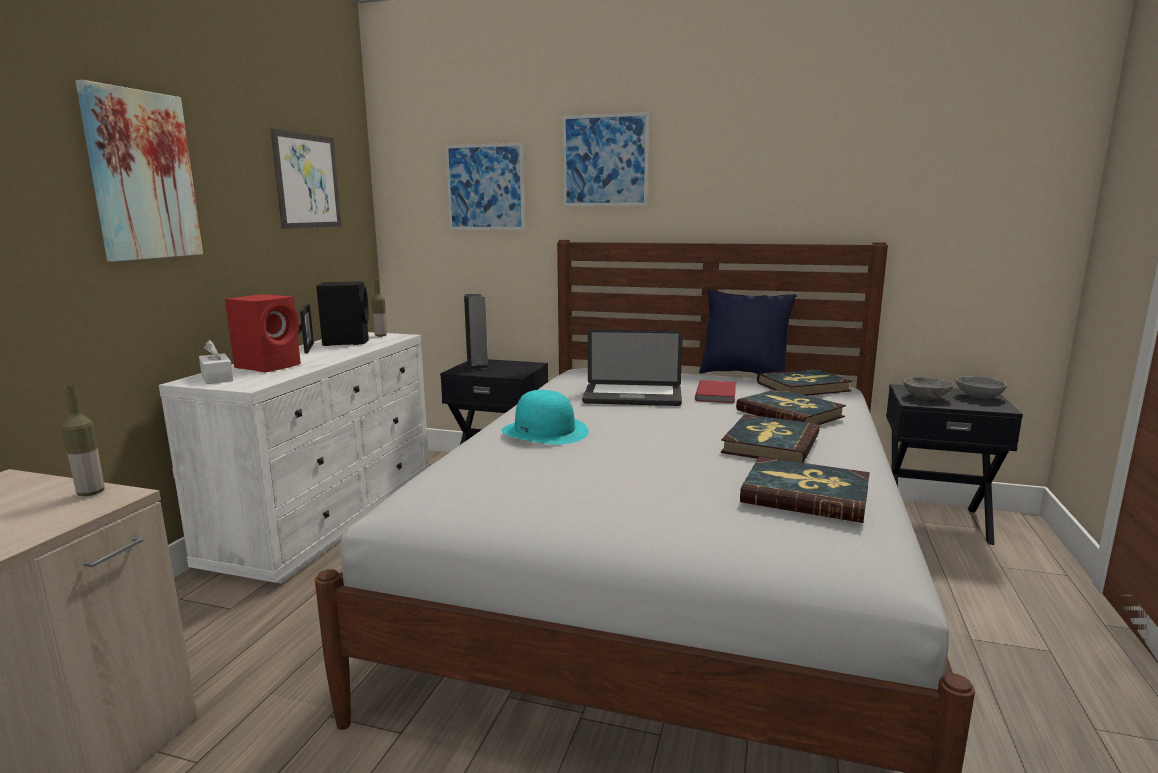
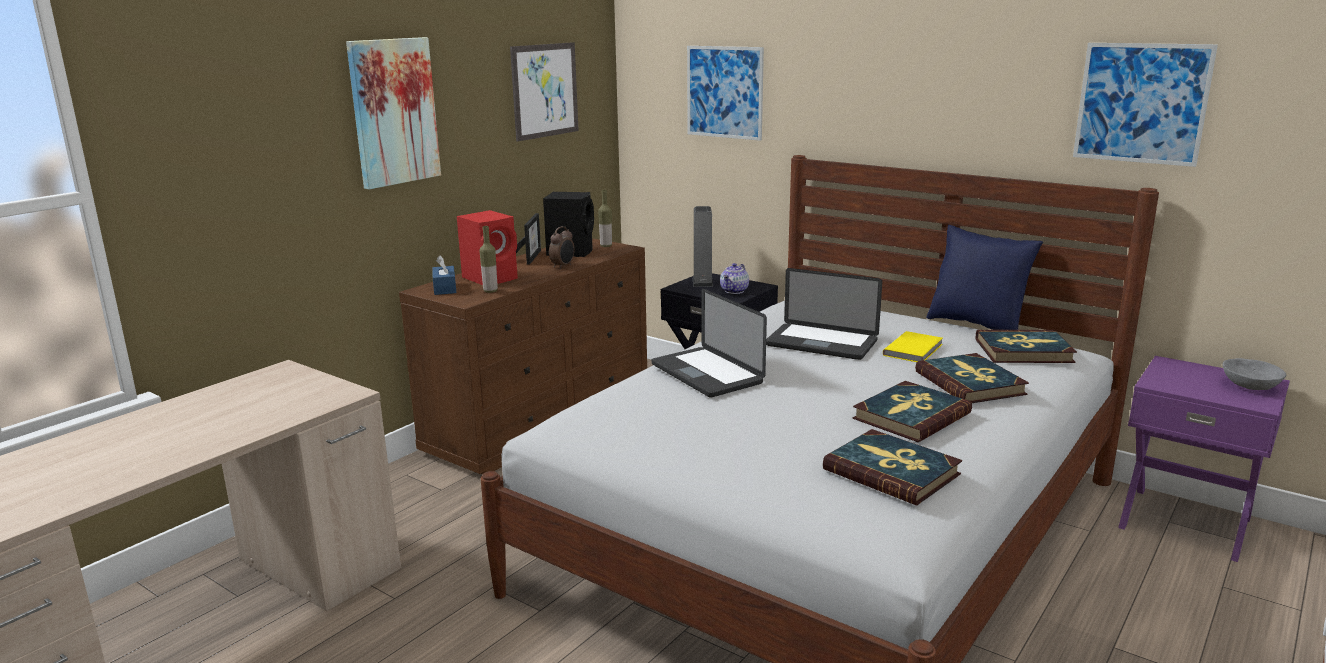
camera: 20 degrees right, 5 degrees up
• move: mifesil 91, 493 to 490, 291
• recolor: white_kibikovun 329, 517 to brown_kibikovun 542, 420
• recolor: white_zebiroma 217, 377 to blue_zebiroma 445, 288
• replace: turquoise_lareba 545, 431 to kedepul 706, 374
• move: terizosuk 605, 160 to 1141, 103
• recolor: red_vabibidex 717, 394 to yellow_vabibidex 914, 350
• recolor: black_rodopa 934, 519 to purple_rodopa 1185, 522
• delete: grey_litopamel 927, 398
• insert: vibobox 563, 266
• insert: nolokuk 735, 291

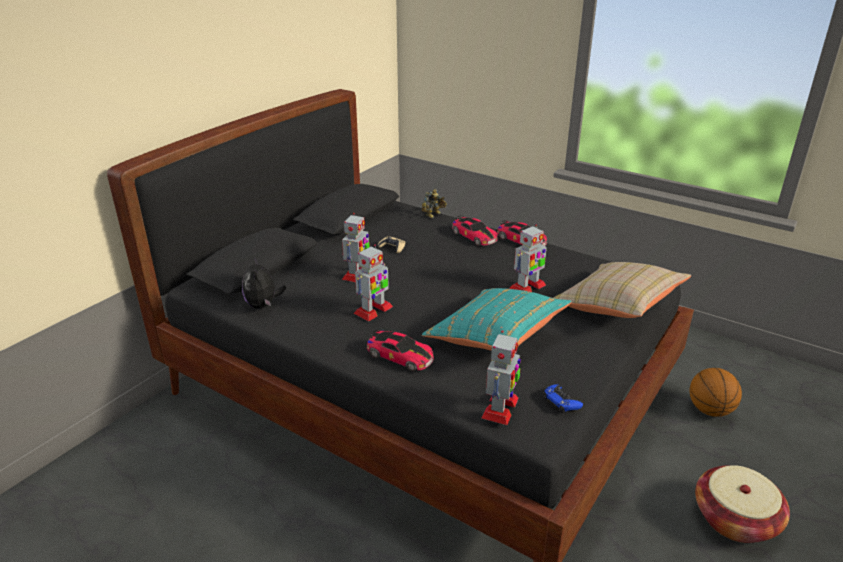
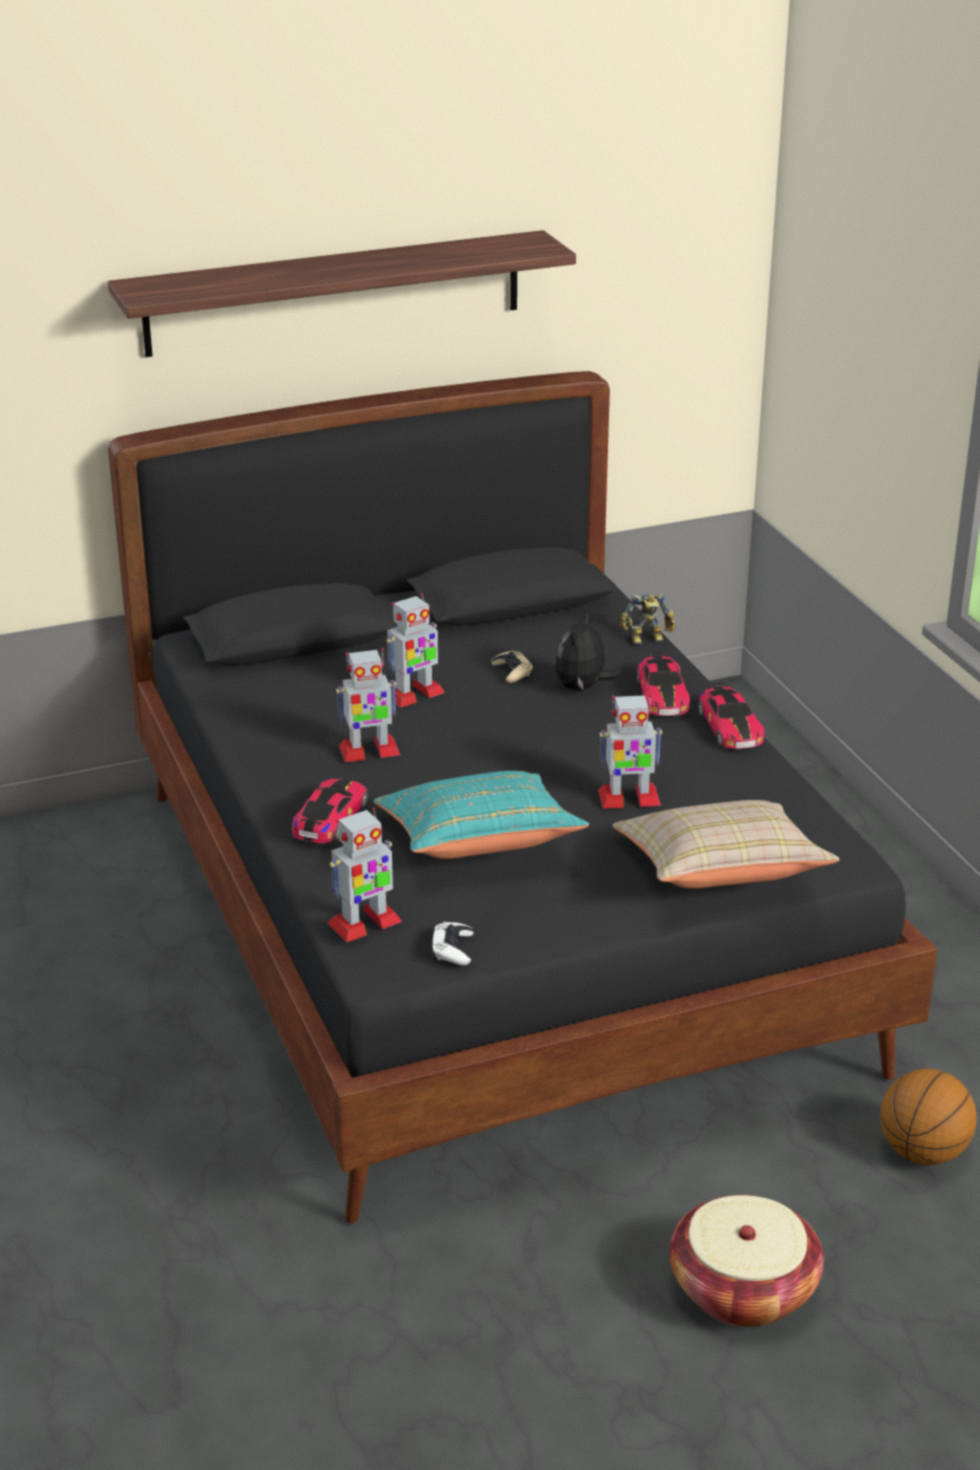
camera: 35 degrees right, 0 degrees up
• move: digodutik 263, 305 to 582, 688
• rotate: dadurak 400, 356 = 330, 819 135 degrees counterclockwise
• recolor: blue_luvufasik 561, 402 to white_luvufasik 452, 949
• insert: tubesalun 334, 293

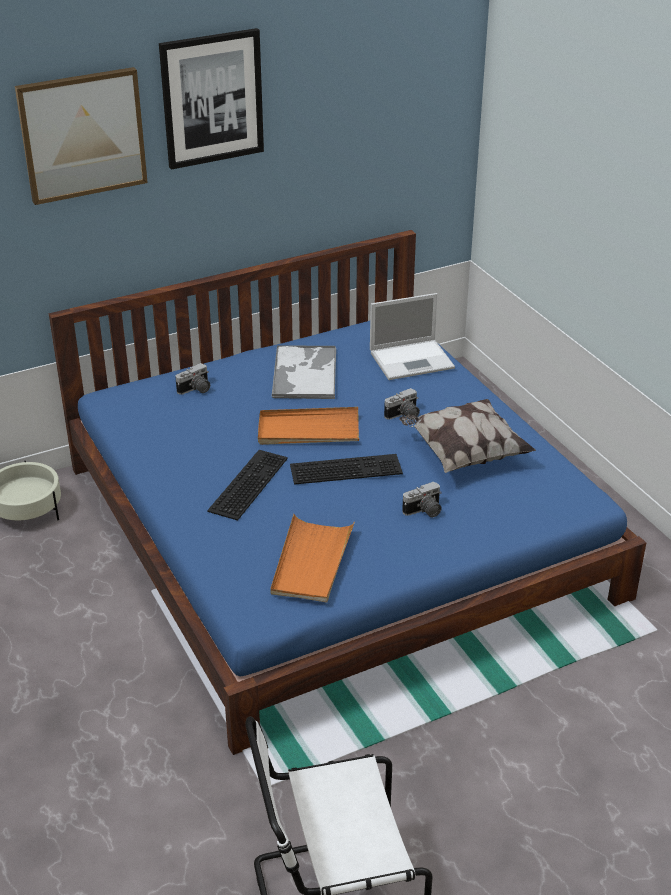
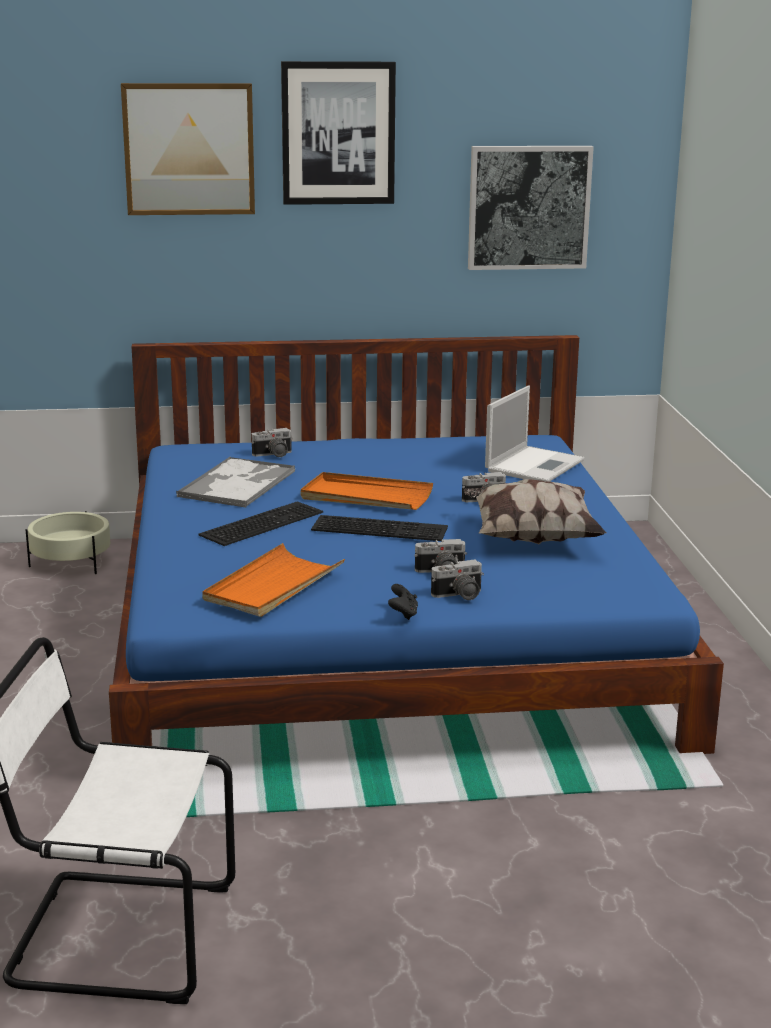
camera: 20 degrees right, 15 degrees down
• move: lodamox 305, 373 to 238, 483
• rotate: kedepul 413, 359 = 535, 465 60 degrees counterclockwise
• insert: black_luvufasik 403, 614
• insert: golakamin 459, 596
• insert: terizosuk 528, 207

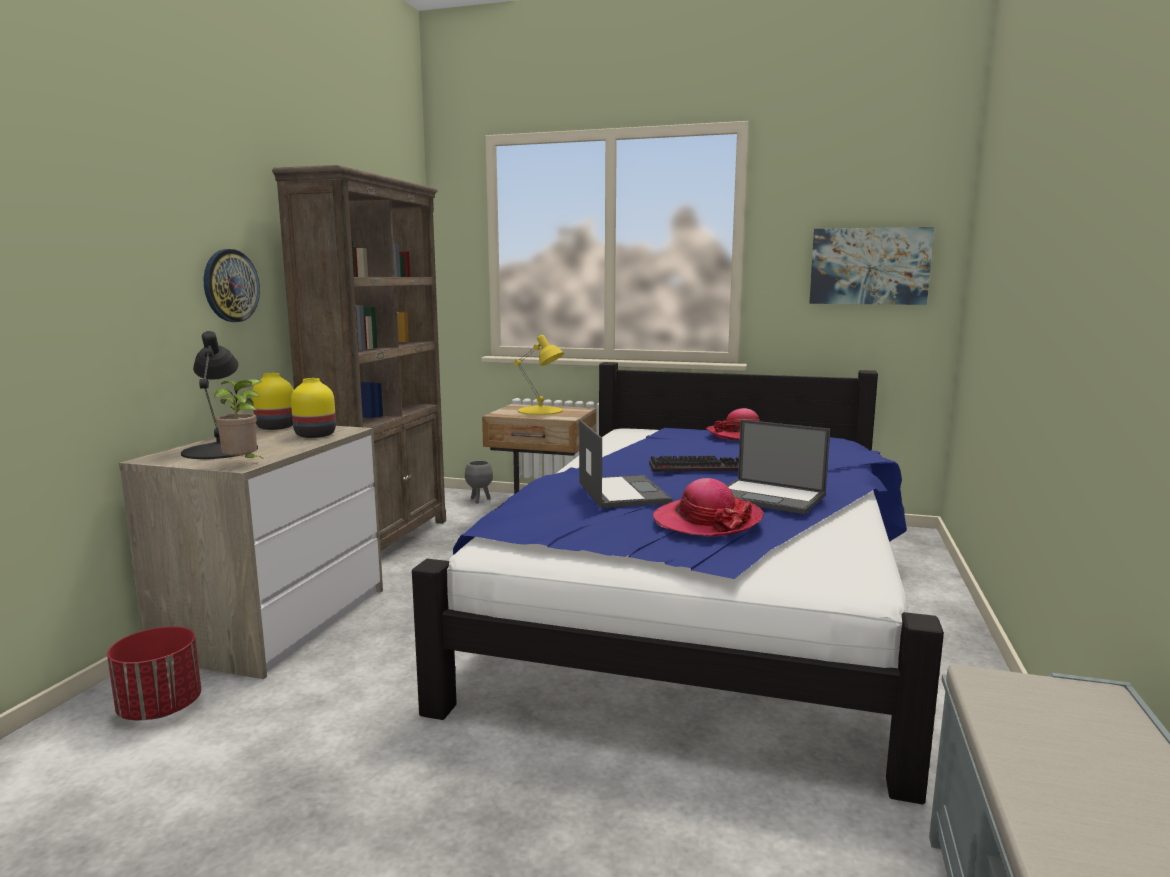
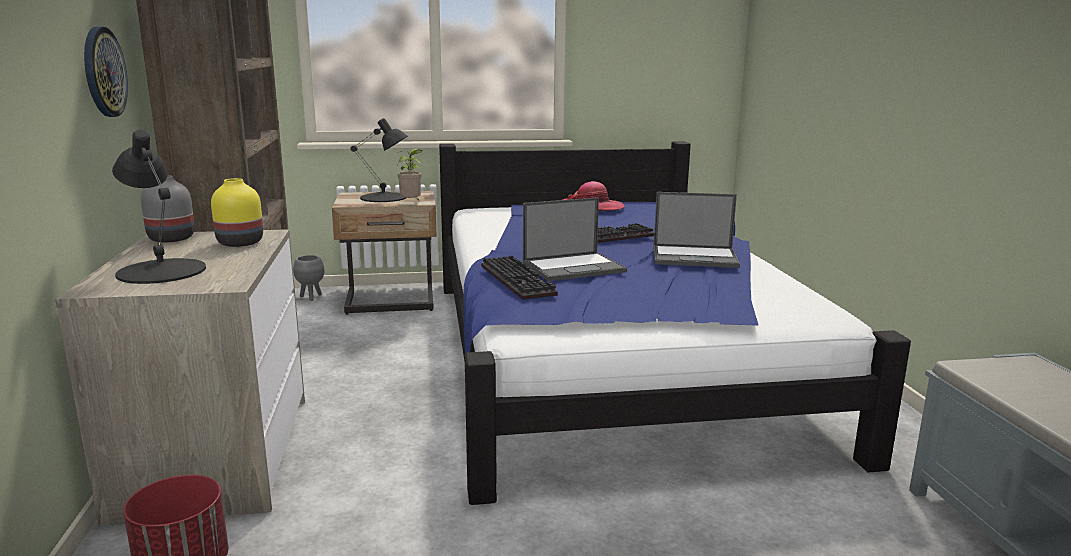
camera: 25 degrees left, 5 degrees up
• move: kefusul 243, 464 to 412, 203
• recolor: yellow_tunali 276, 427 to grey_tunali 172, 239
• recolor: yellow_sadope 540, 411 to black_sadope 384, 197
• rotate: kedepul 622, 492 = 574, 267 105 degrees clockwise
• delete: lareba 706, 521
• delete: terizosuk 869, 266
• insert: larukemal 520, 280

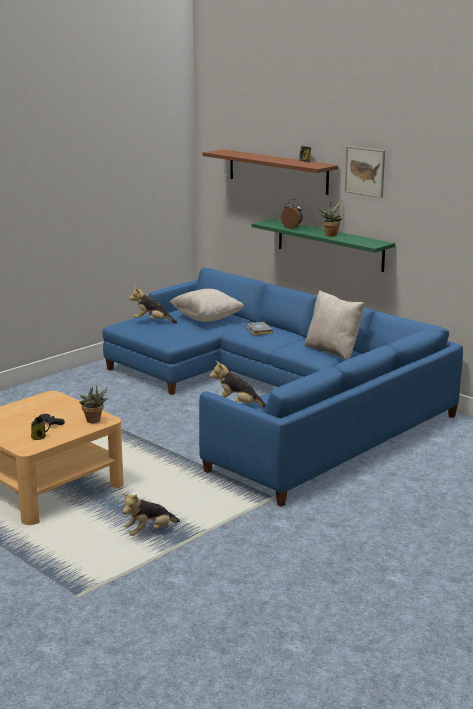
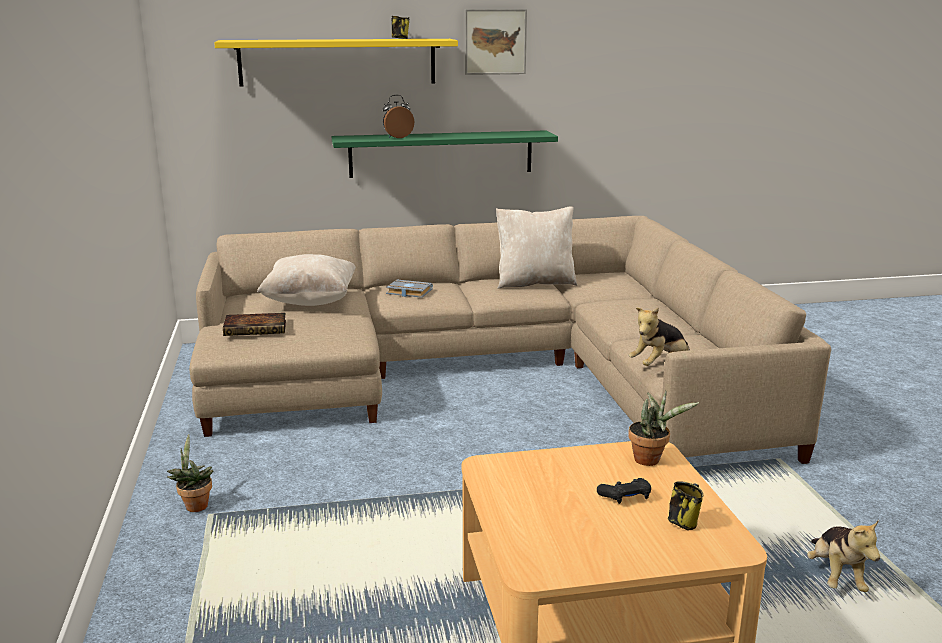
camera: 55 degrees left, 0 degrees up
• recolor: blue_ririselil 275, 400 to beige_ririselil 489, 373
• replace: digodutik 152, 321 to vabibidex 257, 328
• recolor: brown_tubesalun 277, 171 to yellow_tubesalun 338, 62
• move: kefusul 331, 235 to 195, 505

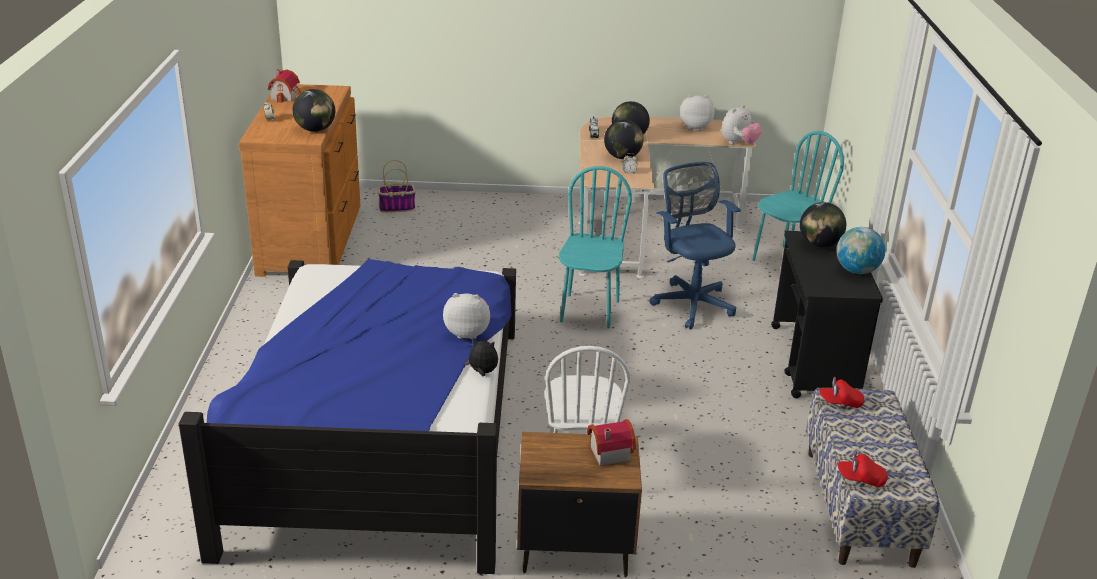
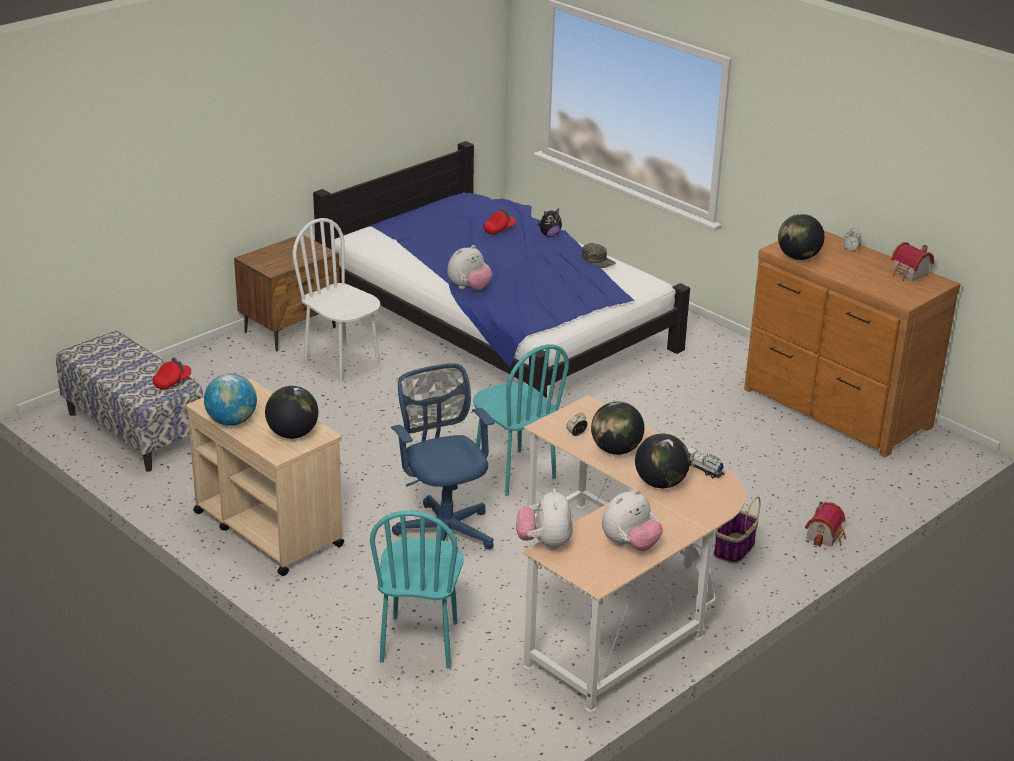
camera: 135 degrees right, 0 degrees up
• move: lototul 397, 207 to 734, 549
• move: digodutik 482, 372 to 549, 235
• move: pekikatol 607, 452 to 826, 536
• rotate: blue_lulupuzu 691, 302 = 444, 531 135 degrees counterclockwise
• recolor: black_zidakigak 814, 362 to beige_zidakigak 267, 528
• move: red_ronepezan 860, 479 to 499, 229
• insert: green_ronepezan 598, 260

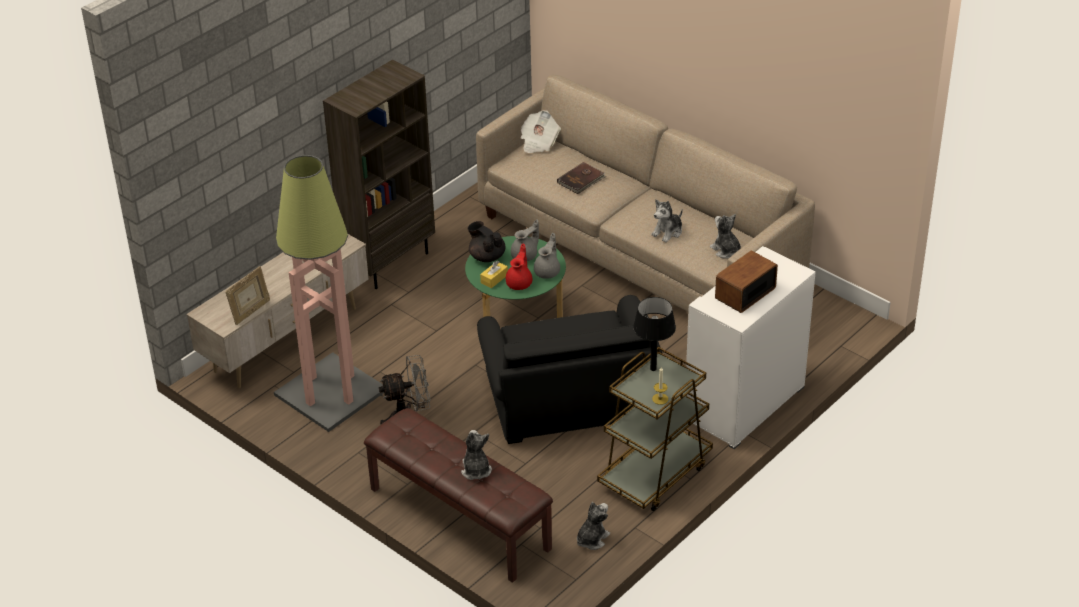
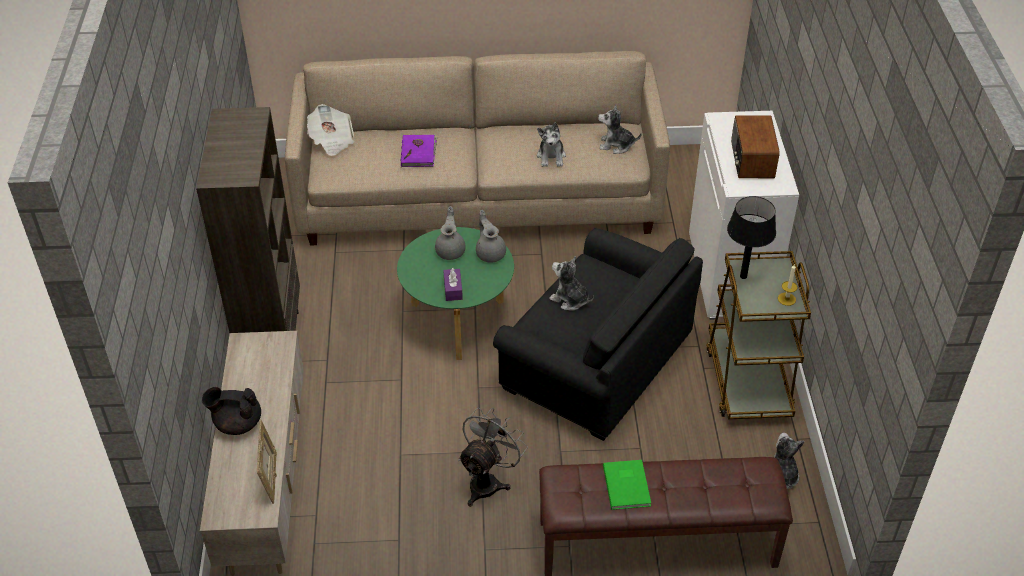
camera: 45 degrees left, 5 degrees up
• delete: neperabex 329, 393
• move: digodutik 476, 470 to 570, 299
• move: black_nolokuk 486, 256 to 237, 423
• recolor: yellow_zebiroma 494, 279 to purple_zebiroma 453, 289
• delete: red_nolokuk 520, 283
• recolor: brown_vabibidex 581, 180 to purple_vabibidex 419, 152
• insert: green_vabibidex 627, 485

